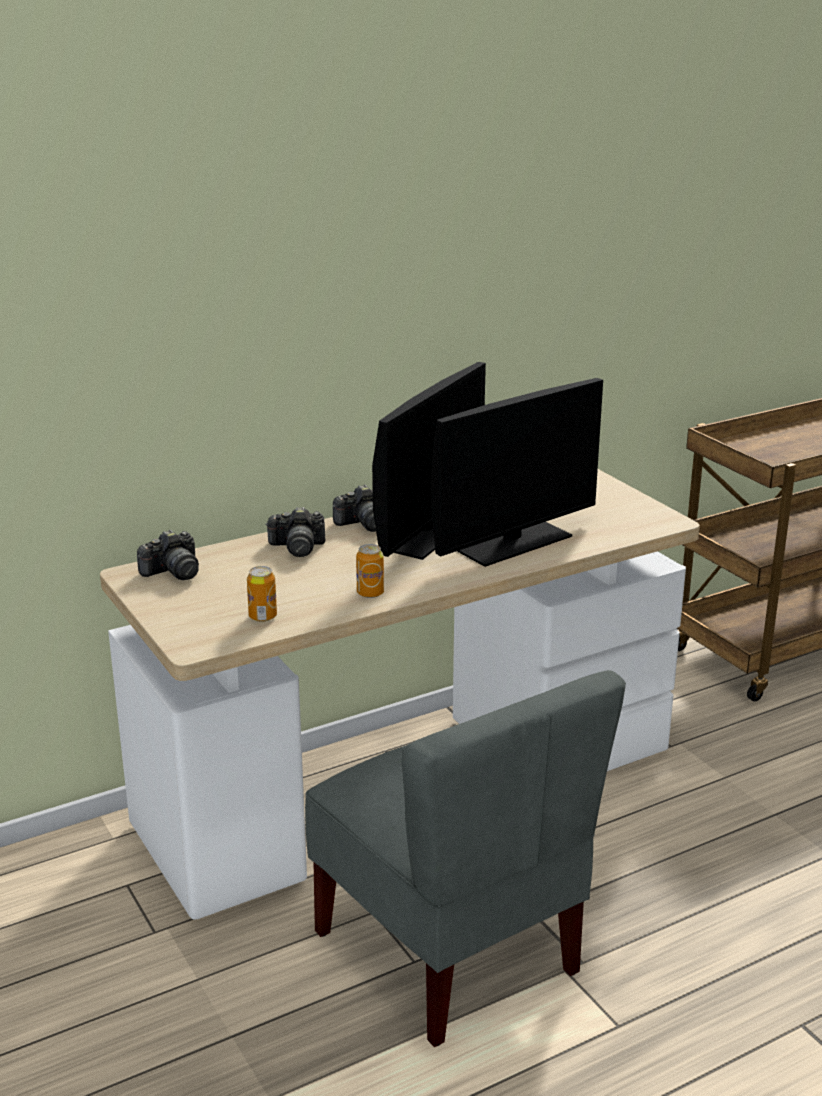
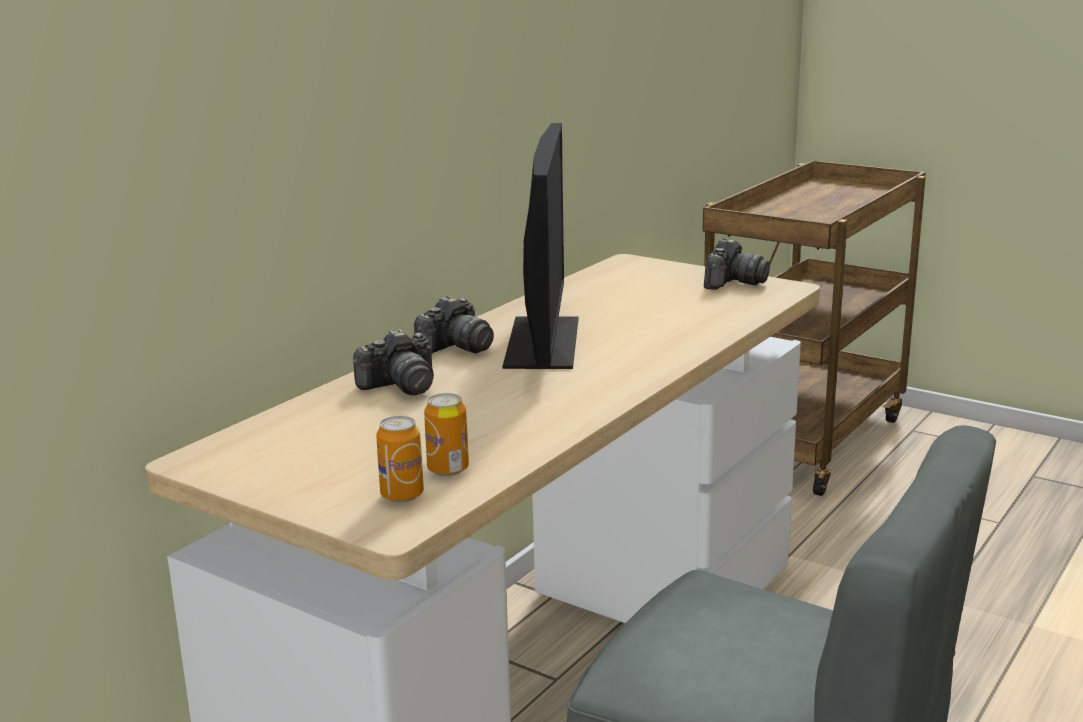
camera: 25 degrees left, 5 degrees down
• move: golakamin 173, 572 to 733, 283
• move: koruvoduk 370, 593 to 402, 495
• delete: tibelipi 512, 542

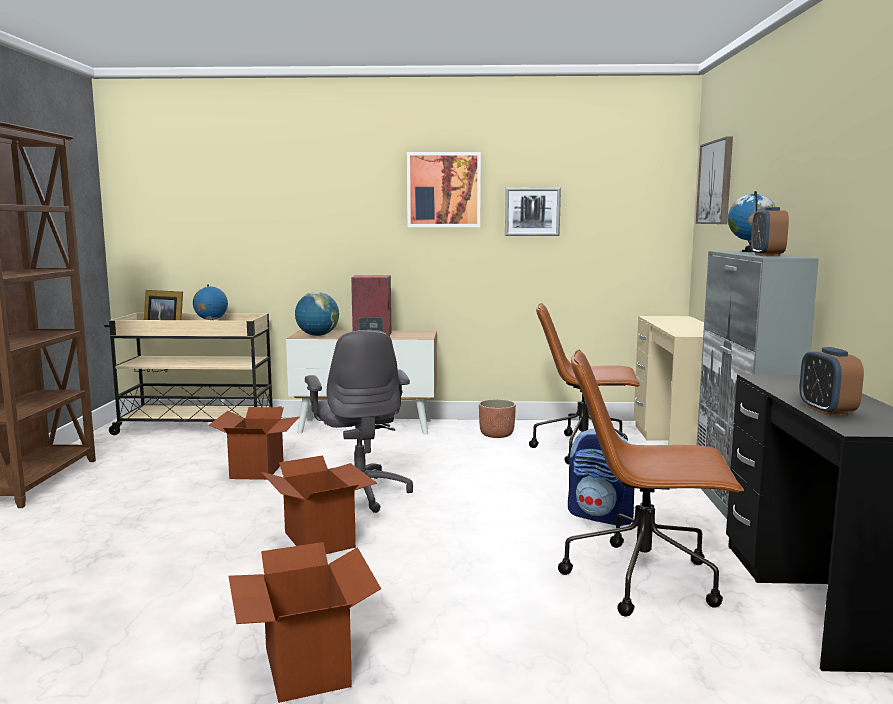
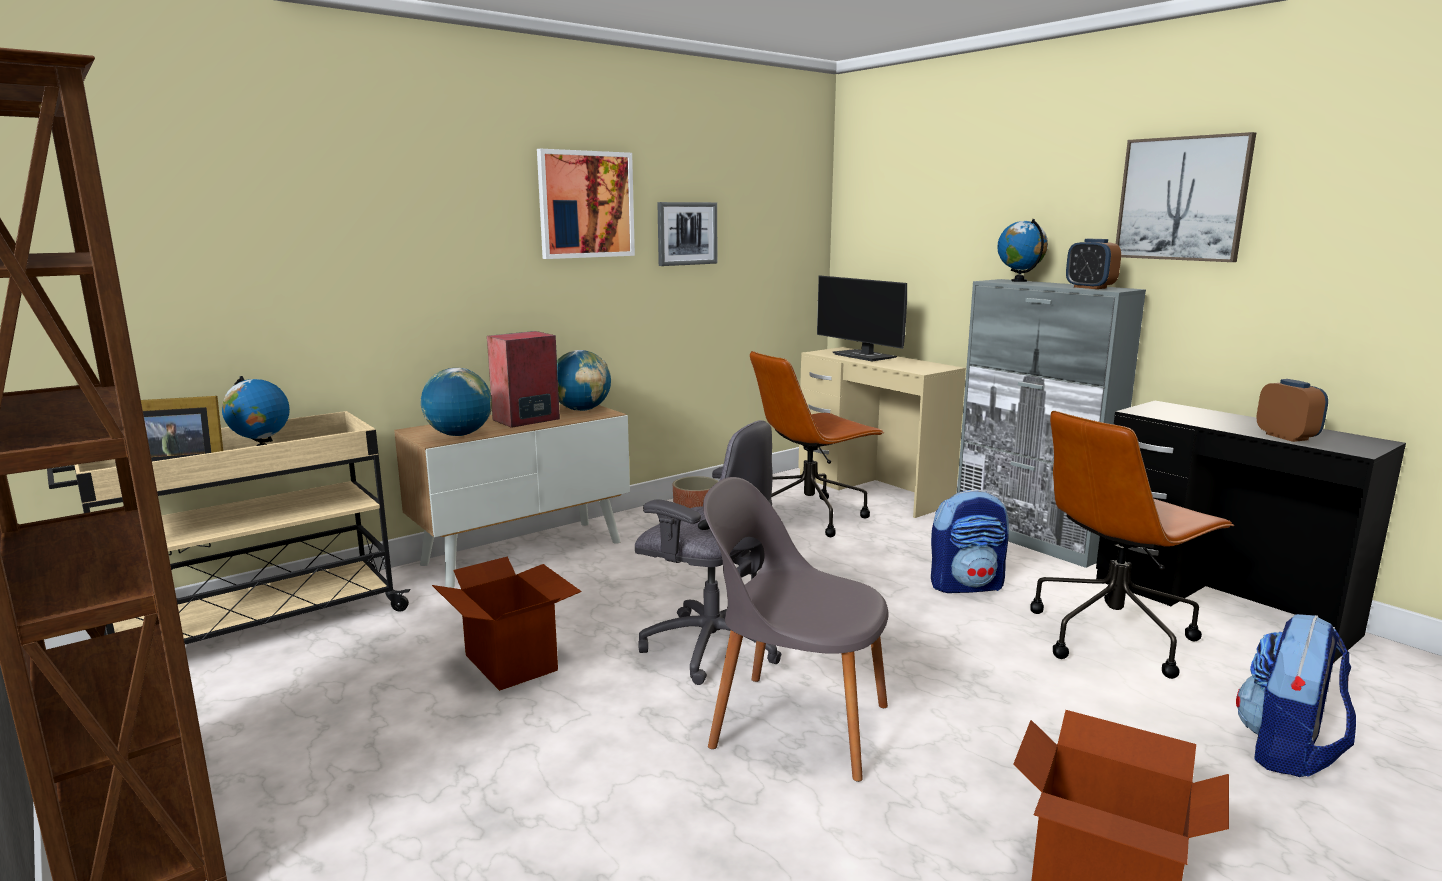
camera: 40 degrees left, 5 degrees up
• replace: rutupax 320, 539 to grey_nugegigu 795, 724
• move: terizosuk 716, 182 to 1182, 199
• rotate: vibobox 827, 411 = 1286, 437 150 degrees counterclockwise
• insert: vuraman 581, 410
• insert: tibelipi 865, 356
• insert: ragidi 1288, 752

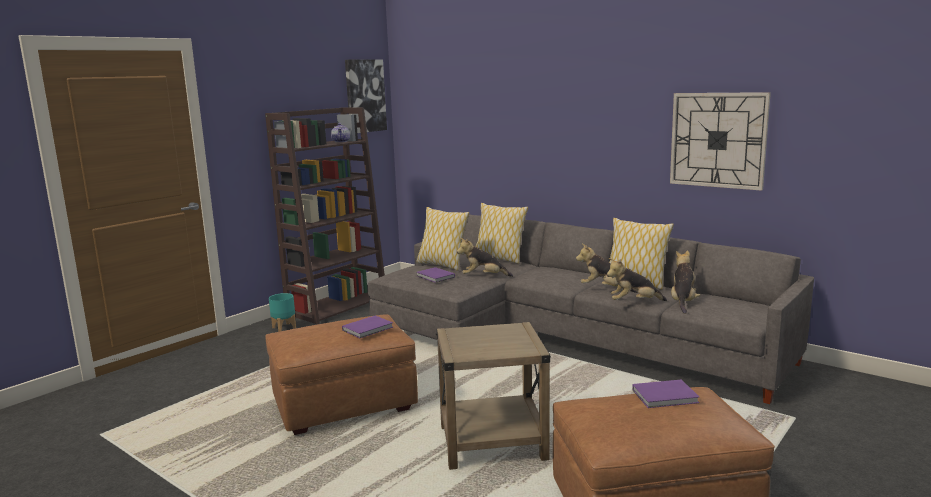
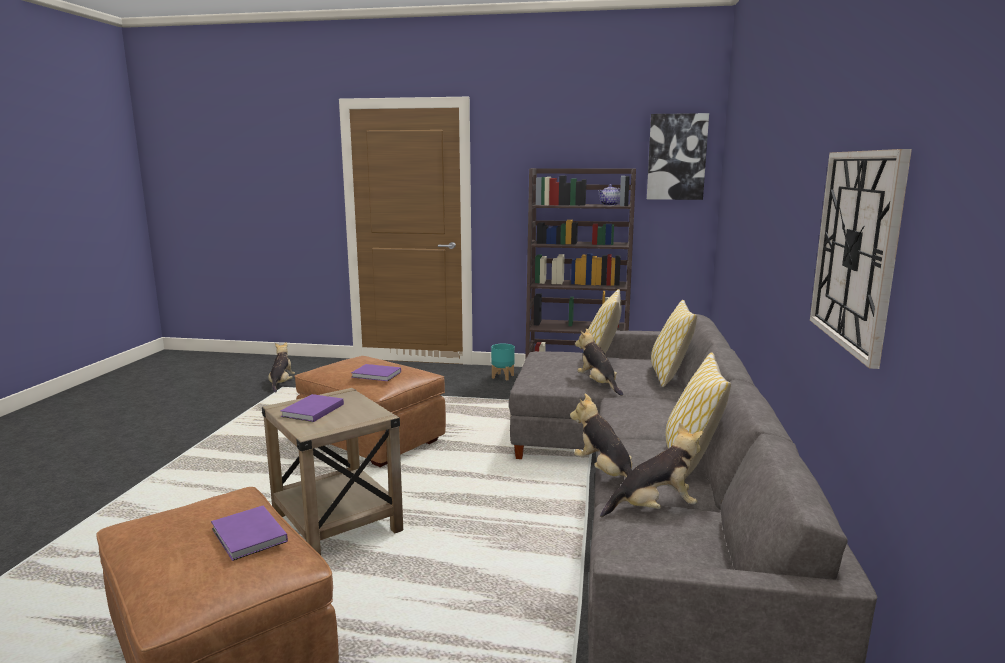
camera: 60 degrees right, 0 degrees up
• move: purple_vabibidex 435, 277 to 311, 411
• move: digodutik 604, 289 to 281, 384

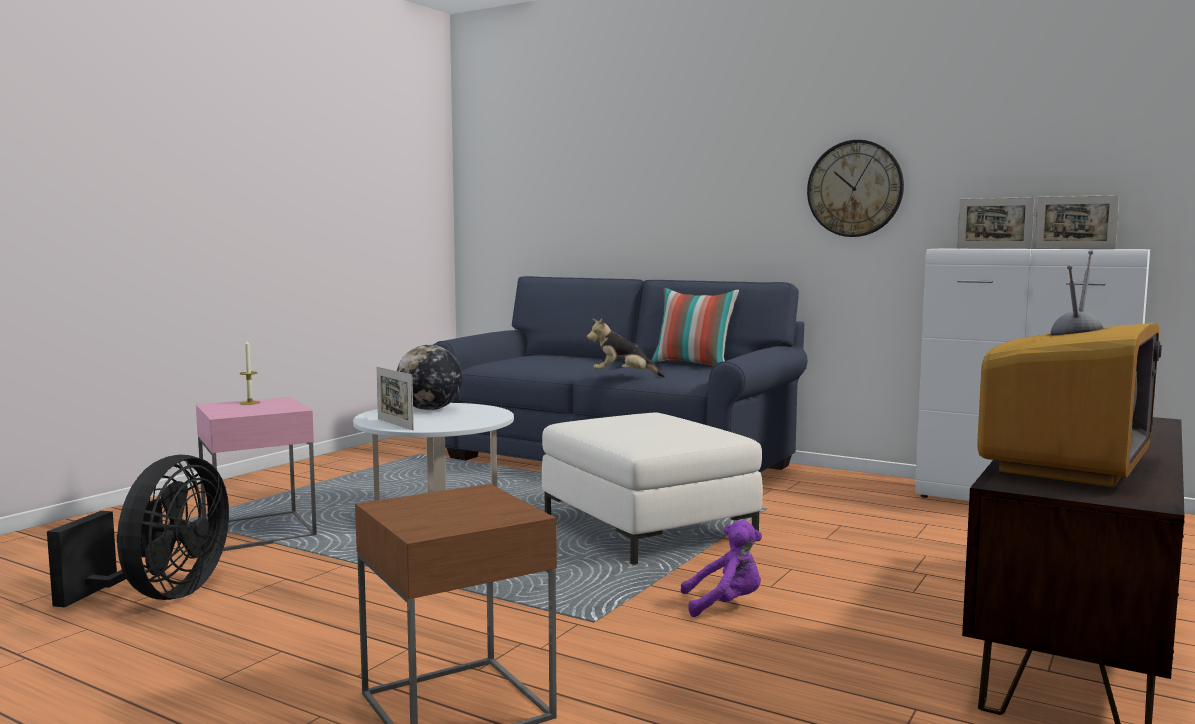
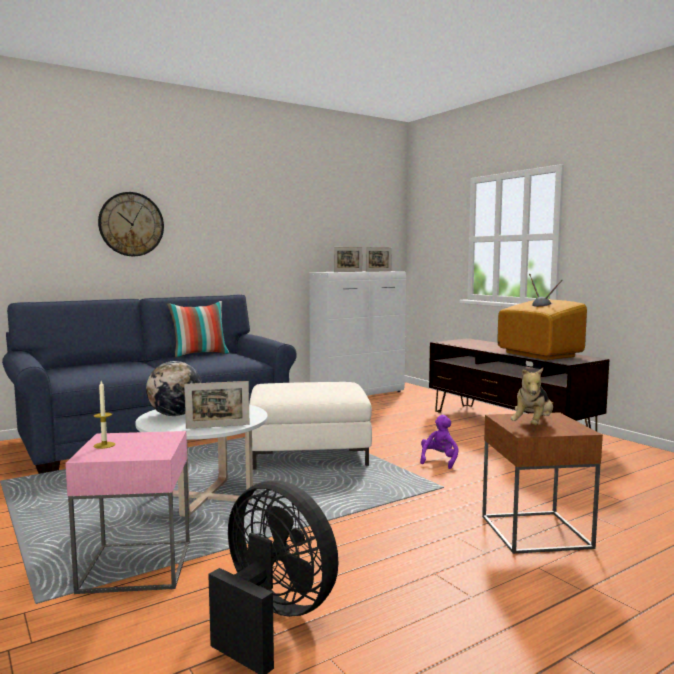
camera: 65 degrees left, 0 degrees up
• move: digodutik 623, 376 to 533, 425
• move: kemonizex 855, 188 to 131, 224

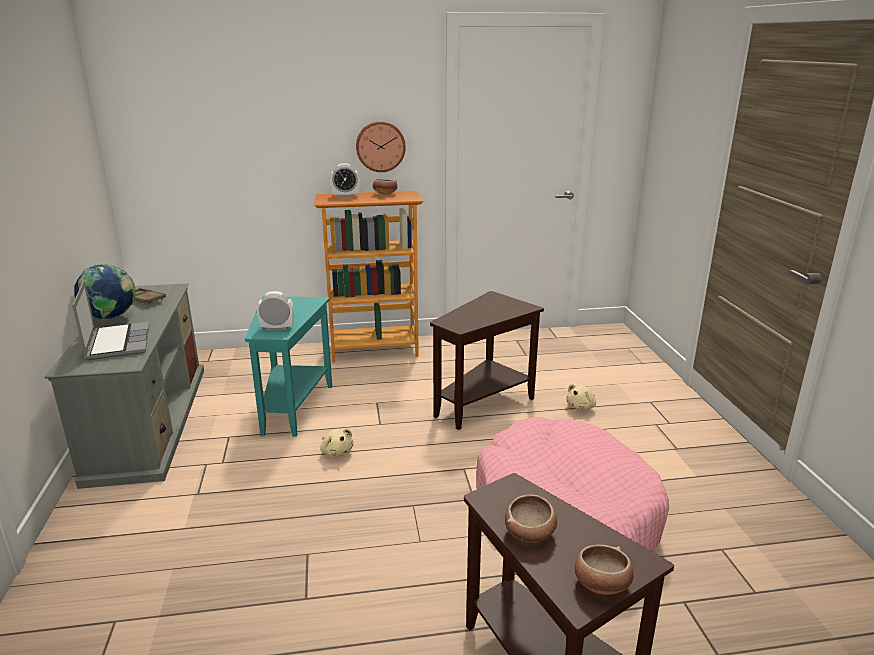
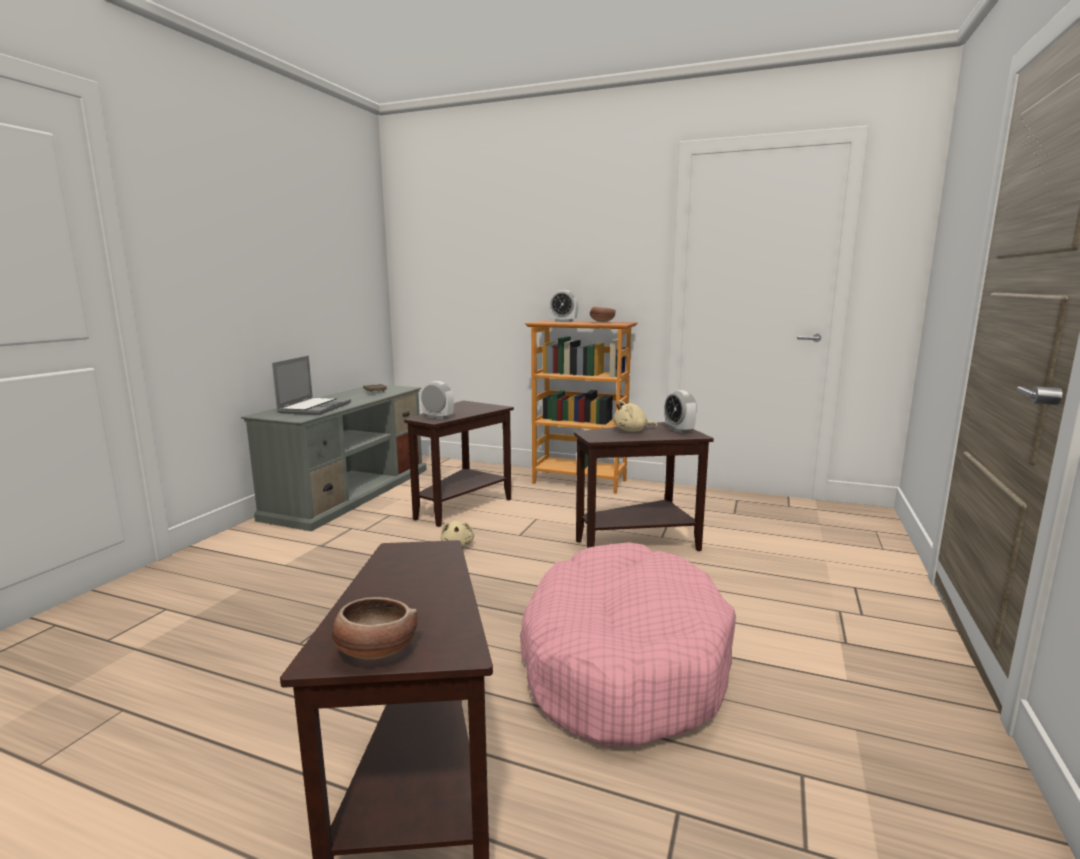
camera: 30 degrees right, 10 degrees down
• delete: vuraman 111, 318
• recolor: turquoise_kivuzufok 293, 406 to brown_kivuzufok 462, 506
• delete: kemonizex 380, 146
• delete: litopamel 530, 532
• move: beige_digodutik 581, 406 to 632, 430
• insert: vibobox 679, 430

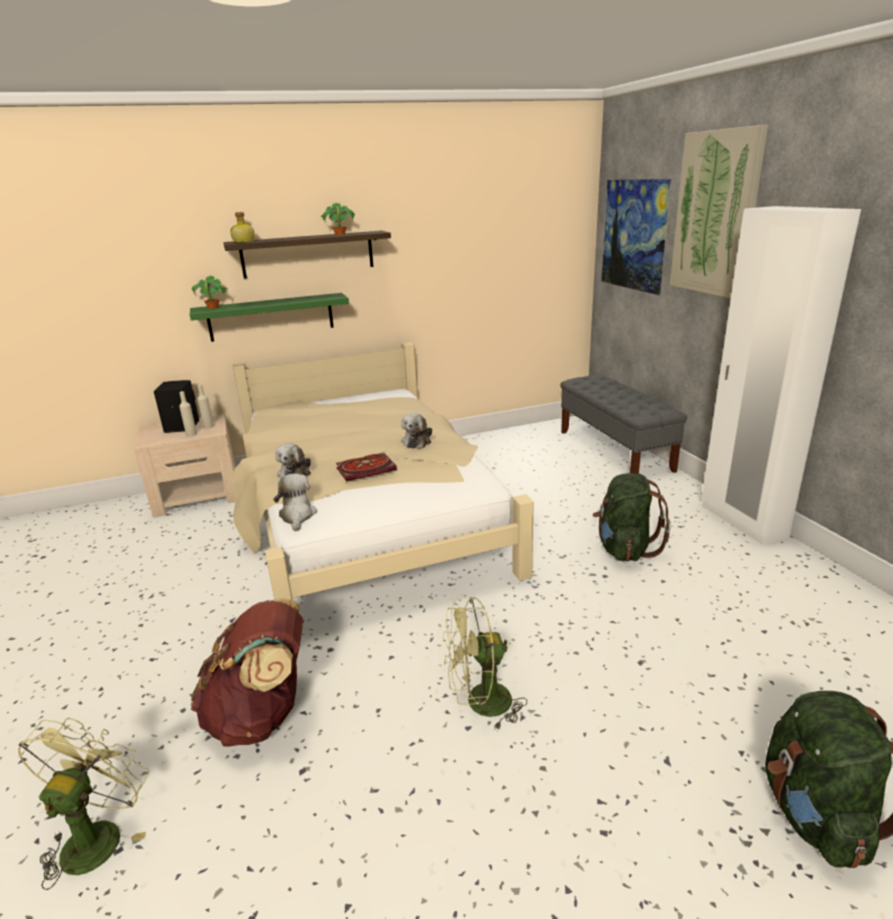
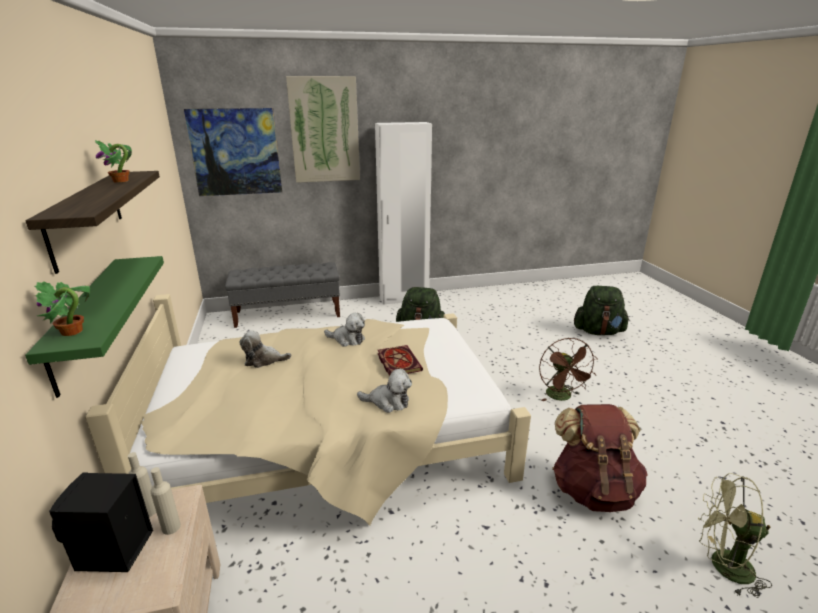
camera: 85 degrees left, 0 degrees up
• delete: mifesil 244, 241
• move: digodutik 297, 516 to 263, 360
• recolor: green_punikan 480, 704 to brown_punikan 562, 397

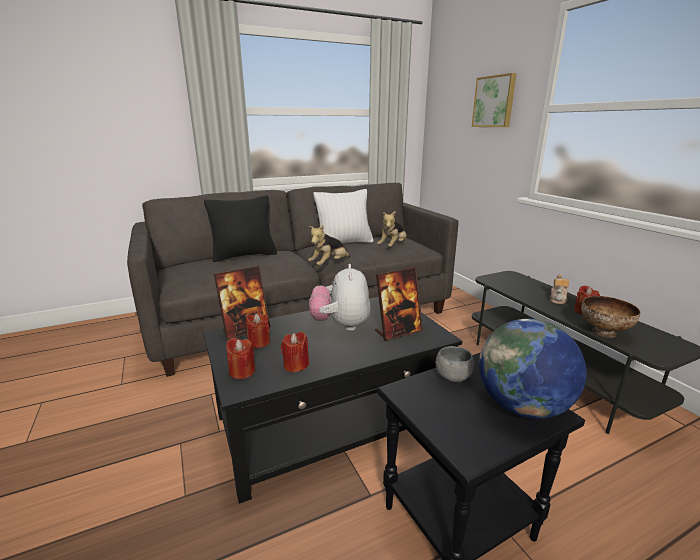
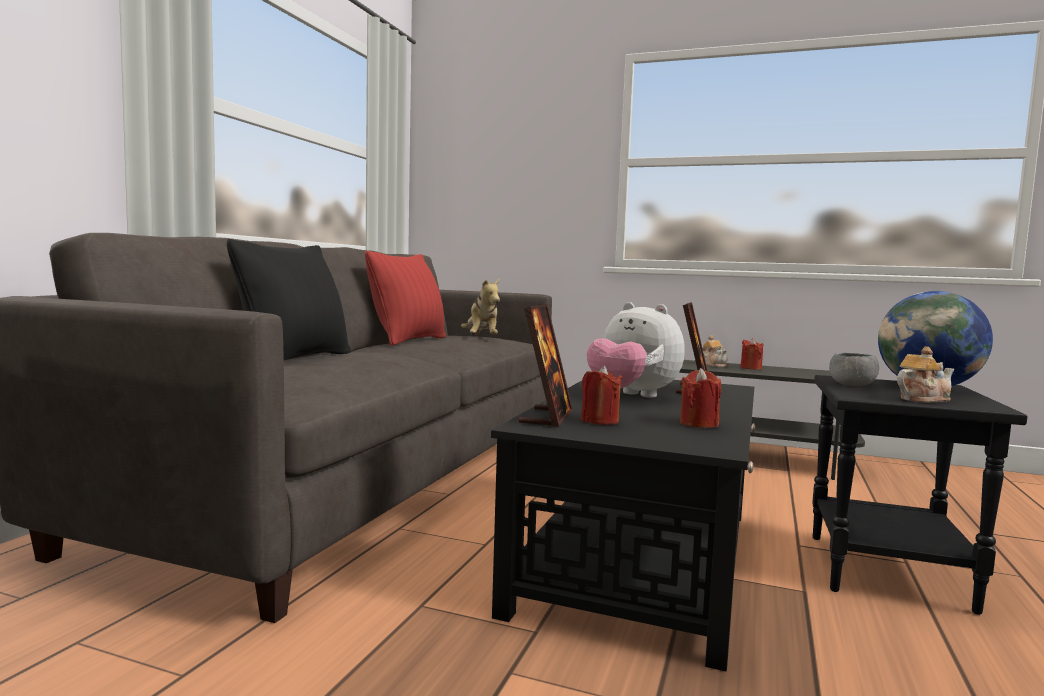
camera: 45 degrees left, 15 degrees down
• delete: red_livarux 242, 371
• delete: digodutik 329, 264
• recolor: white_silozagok 344, 243 to red_silozagok 408, 341
• delete: terizosuk 494, 102
• delete: litopamel 602, 332
• insert: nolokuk 922, 399

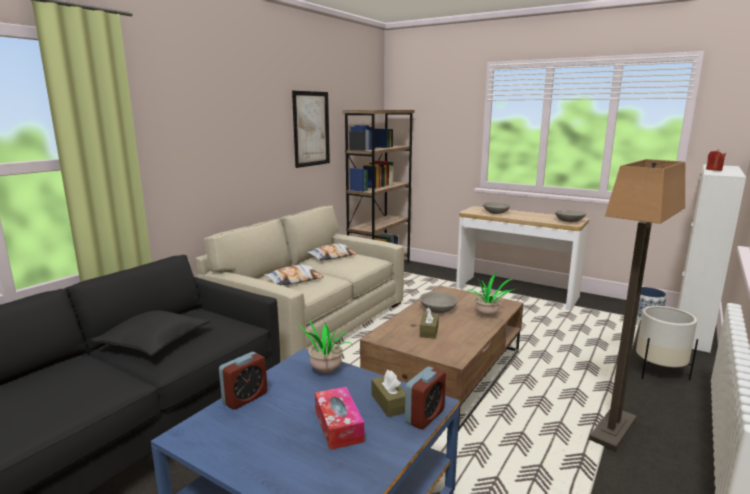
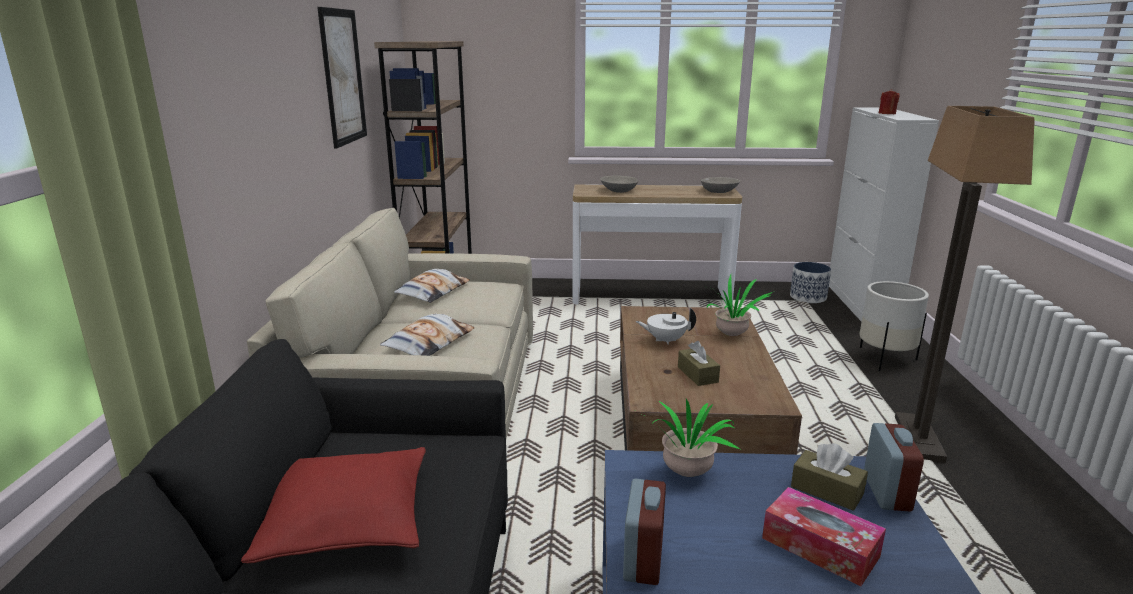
camera: 30 degrees left, 5 degrees up
• recolor: black_silozagok 154, 341 to red_silozagok 347, 519
• replace: grey_litopamel 438, 309 to white_nolokuk 665, 340

